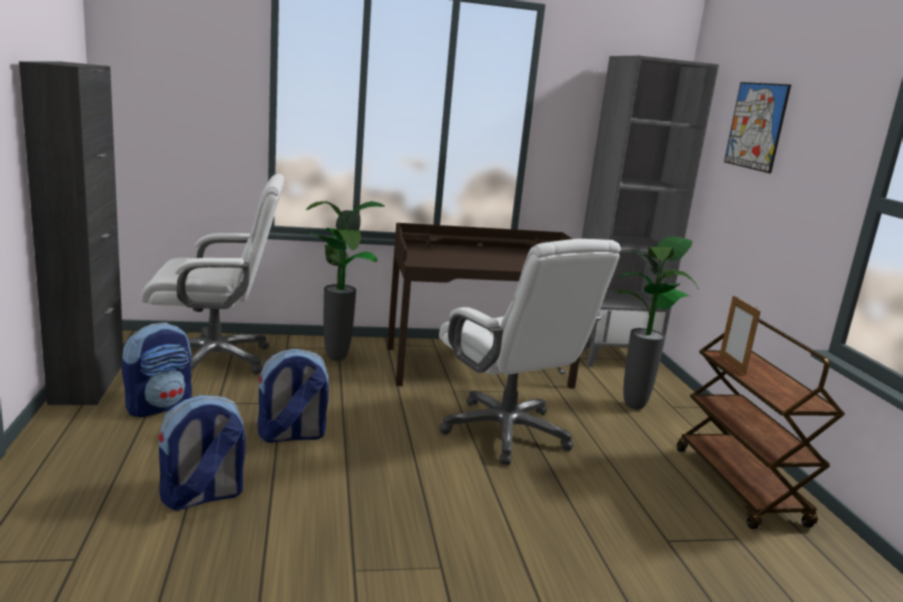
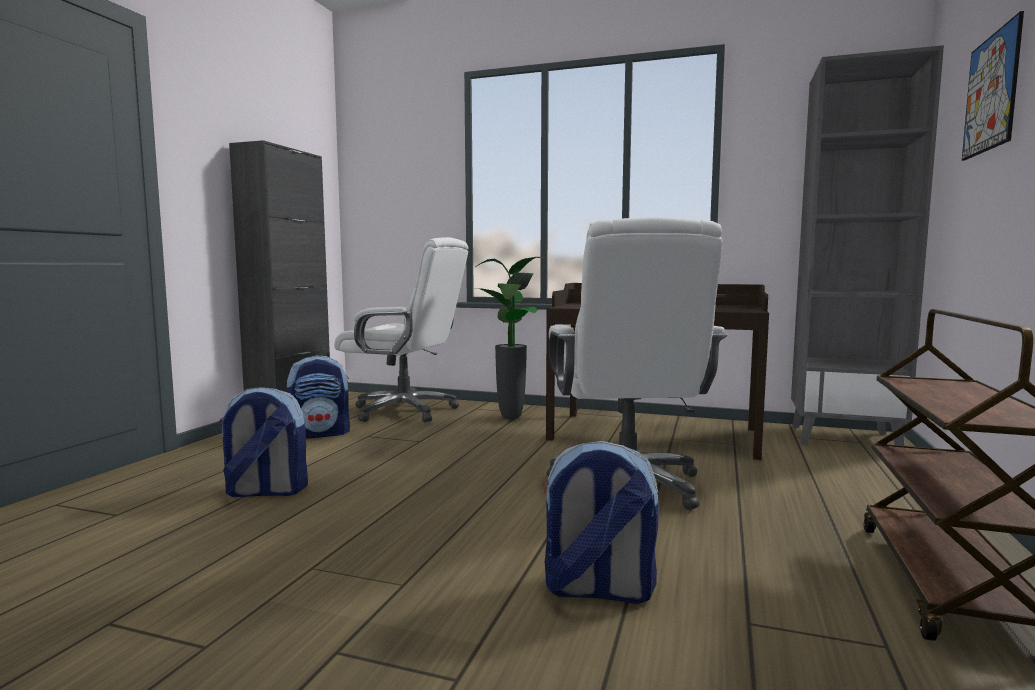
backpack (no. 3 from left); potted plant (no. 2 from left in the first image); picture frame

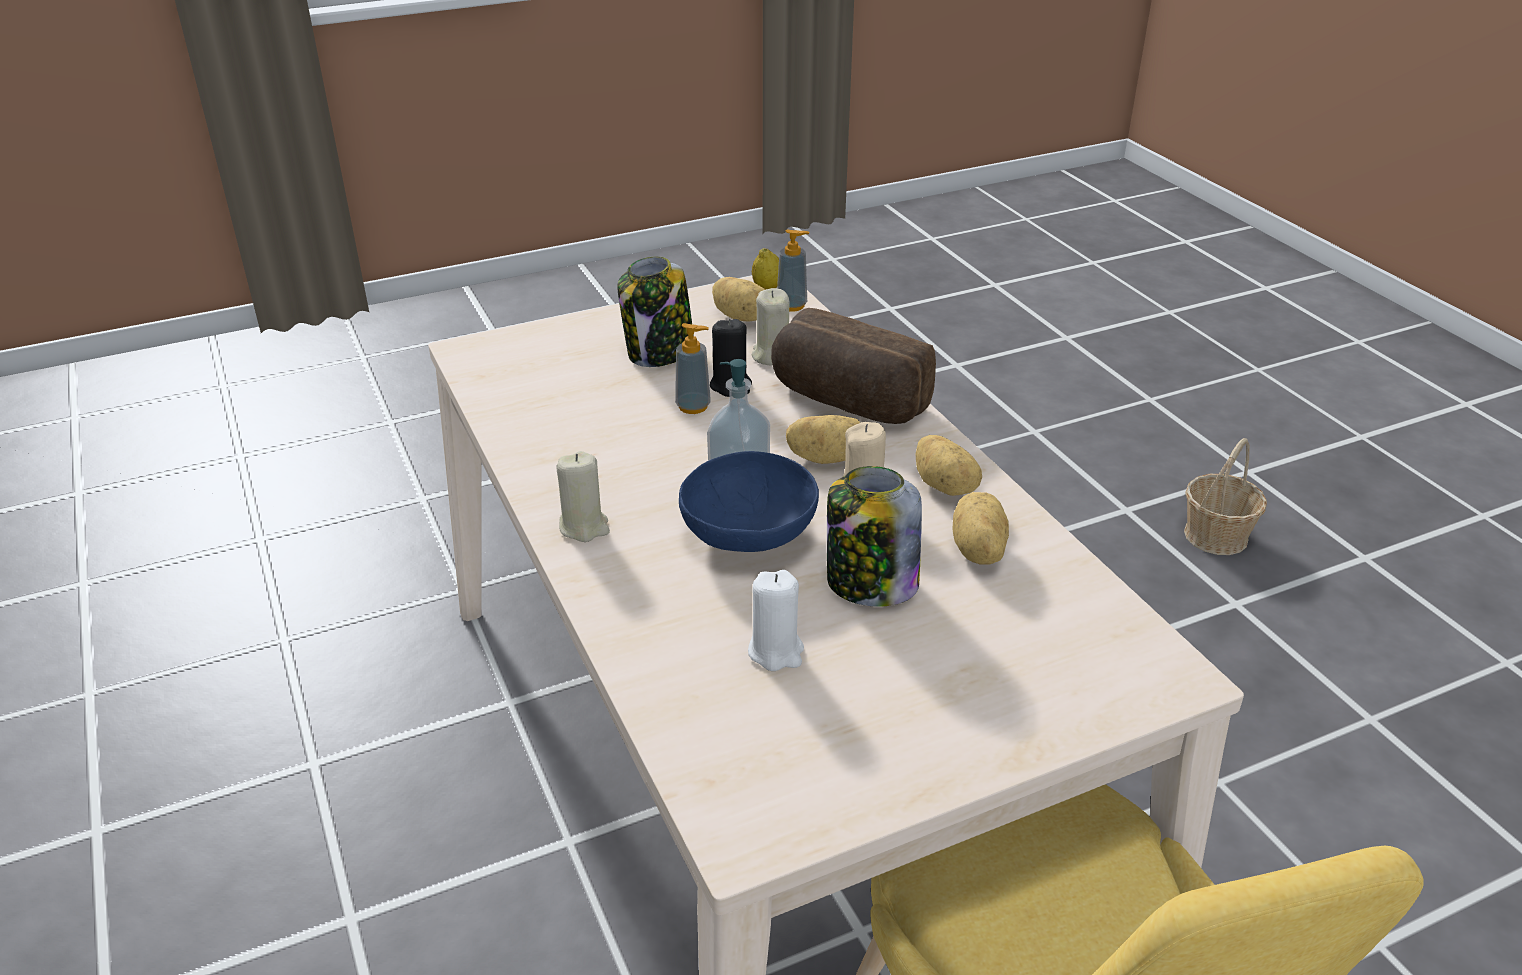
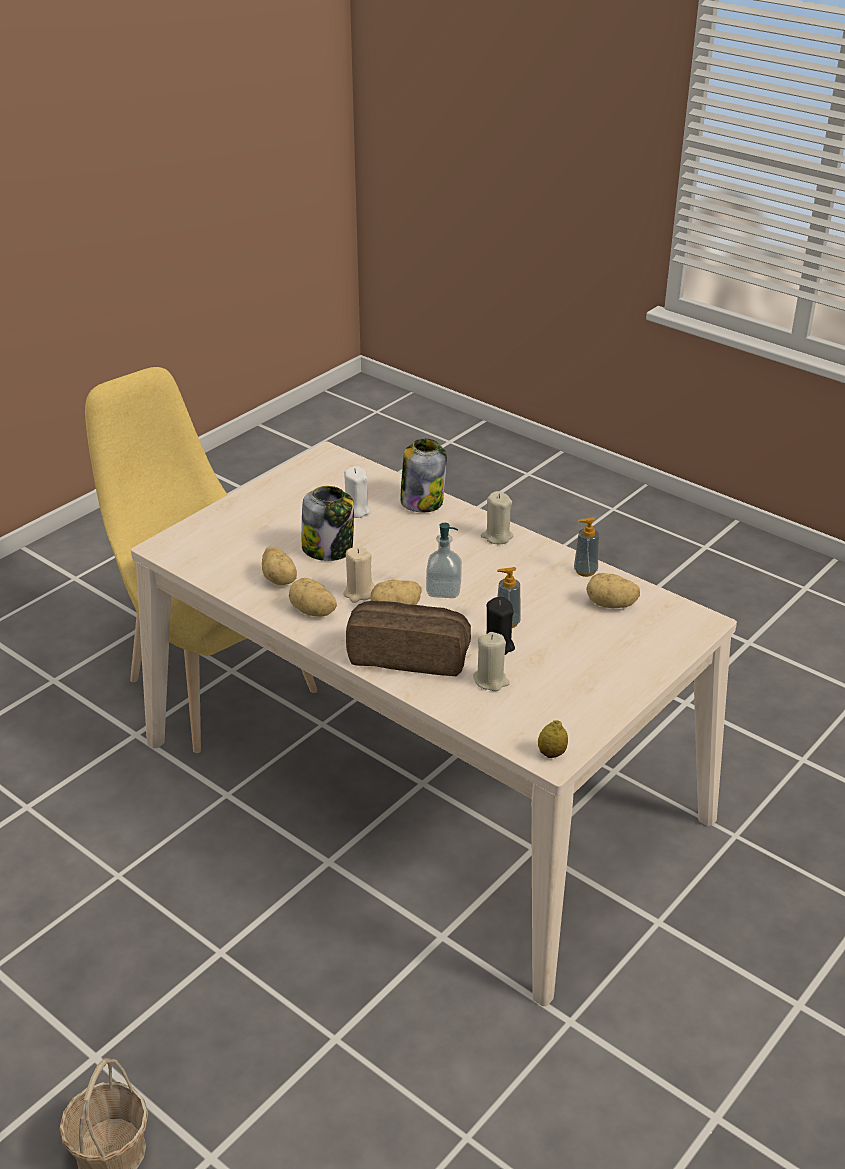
jar (no. 2 from left); soap dispenser (no. 3 from left); potato (no. 4 from left); blue bowl

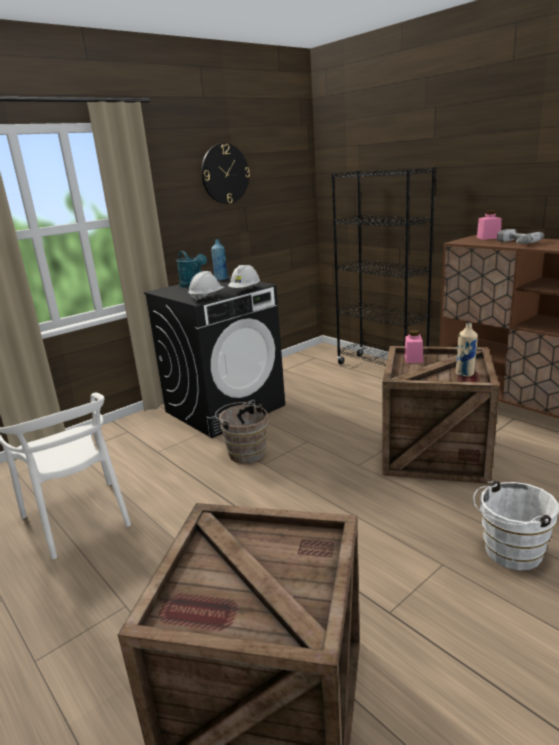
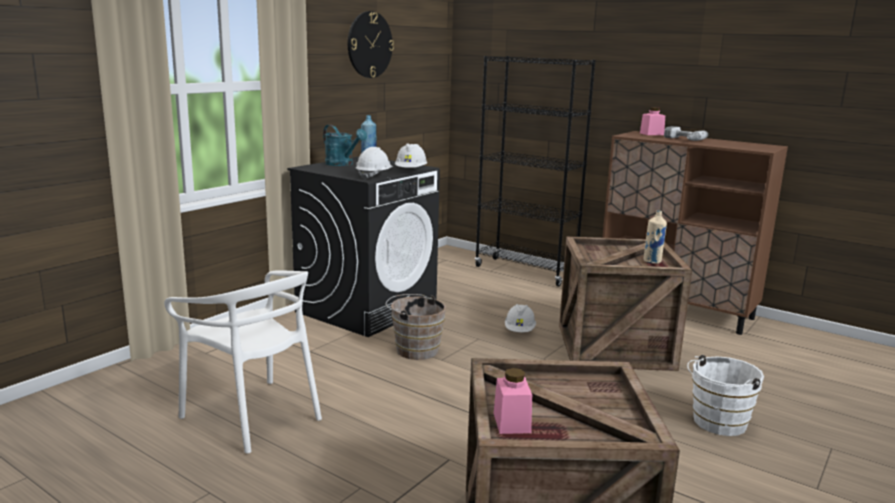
pink jar (no. 1 from left); white hard hat (no. 3 from left)

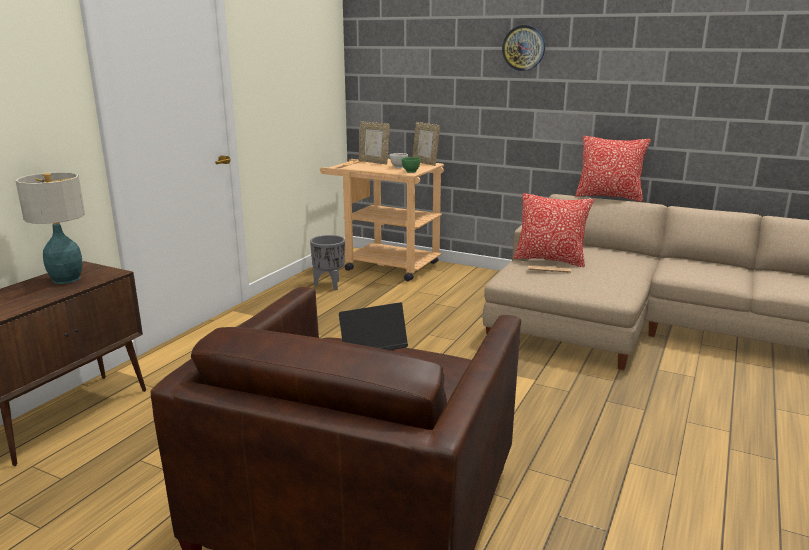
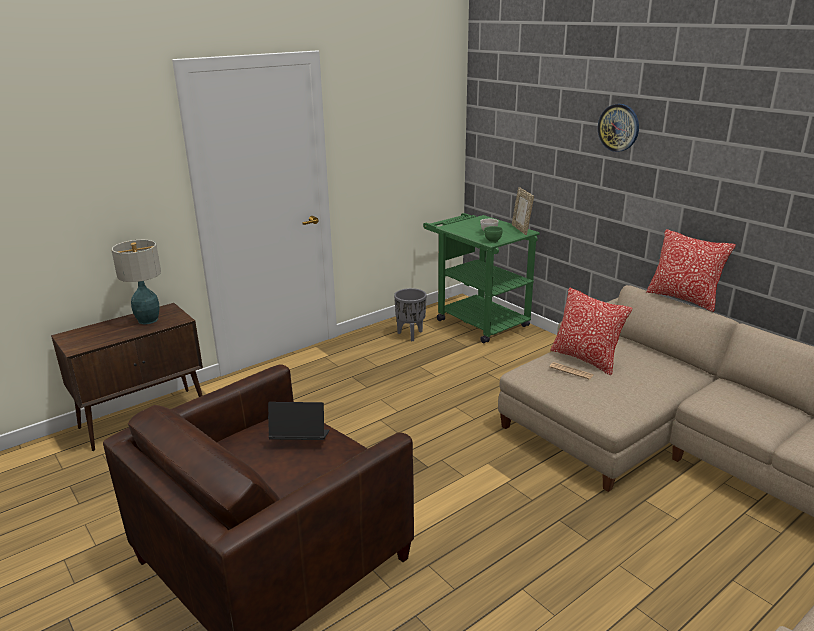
green cart; picture frame (no. 1 from left in the first image)

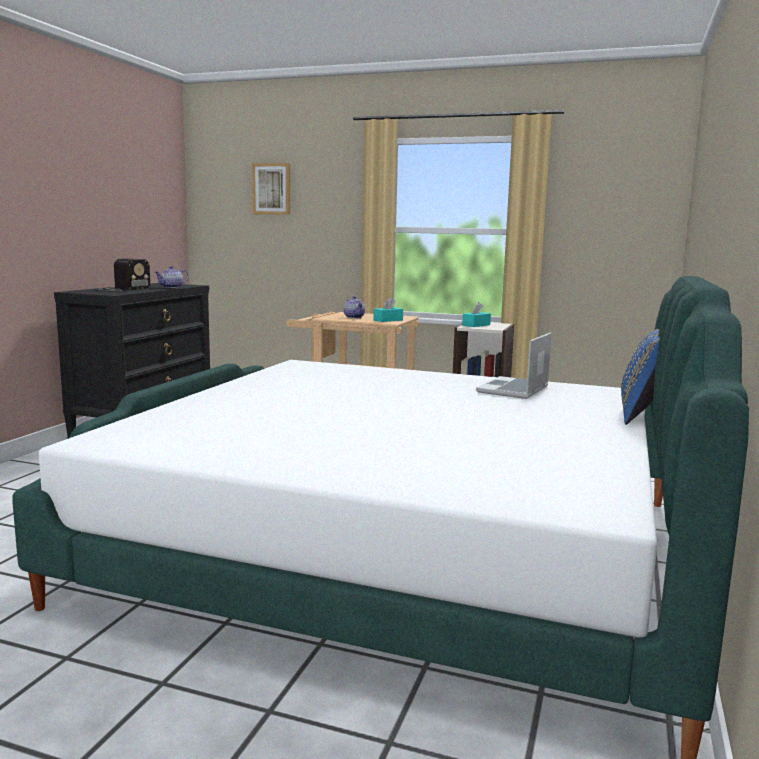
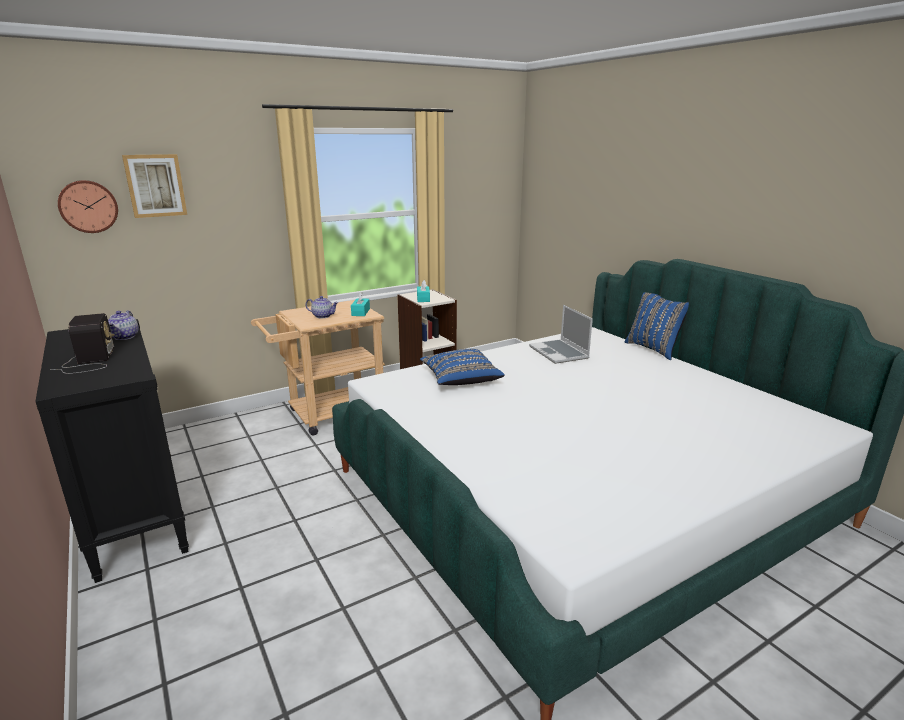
wall clock; blue pillow (no. 1 from left)

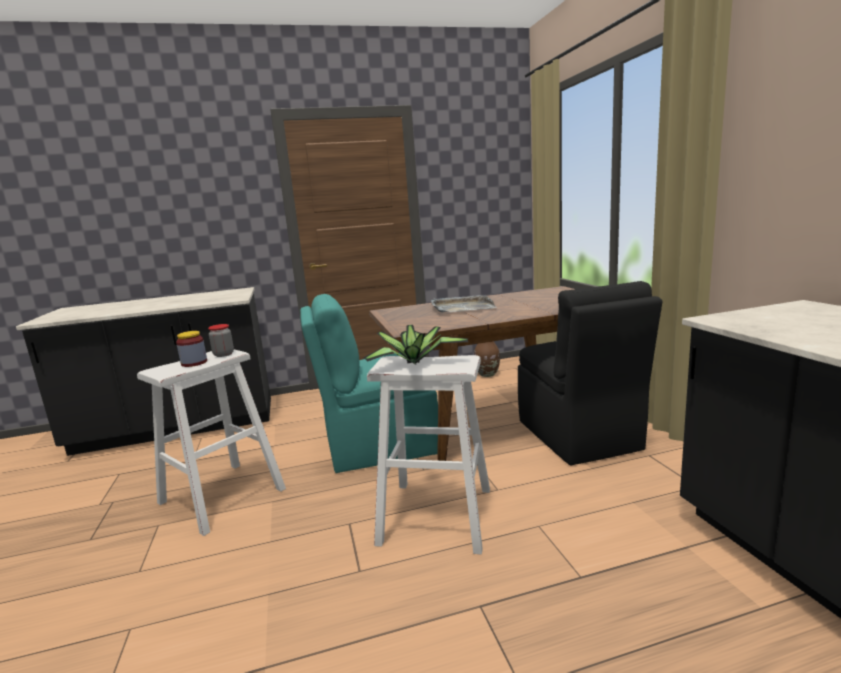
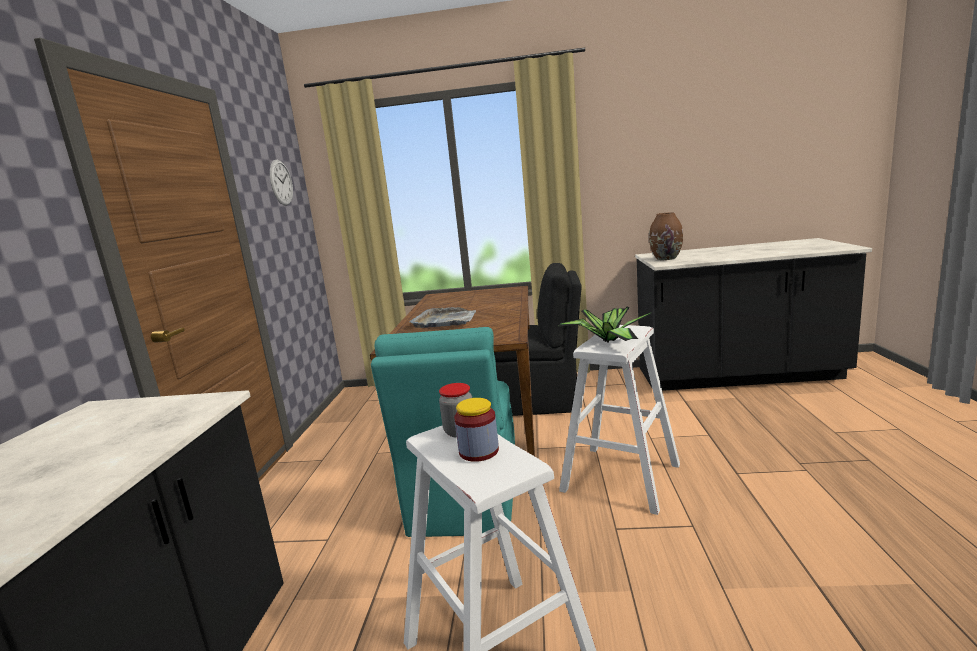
wall clock; brown vase

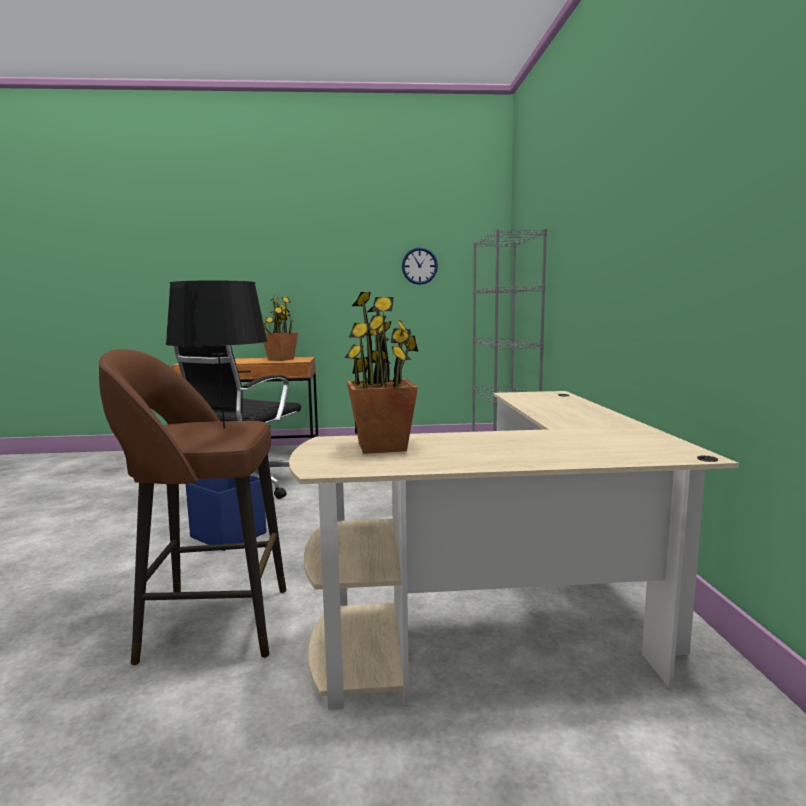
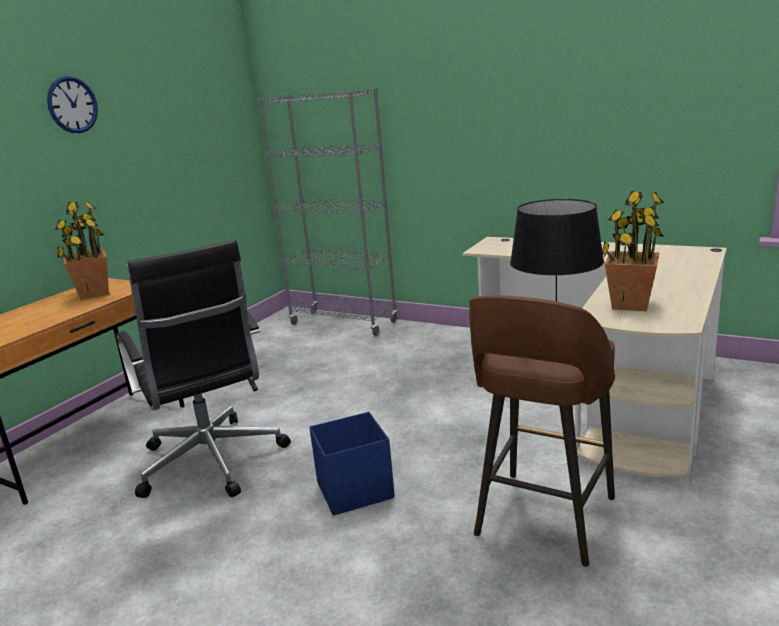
wall clock

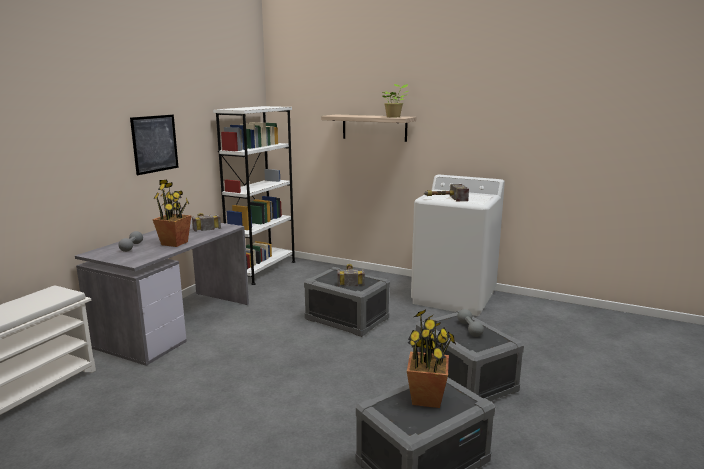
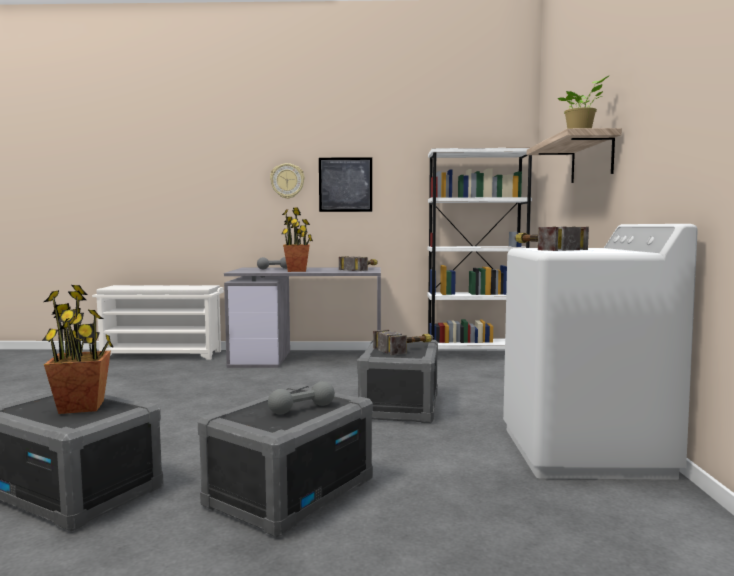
wall clock

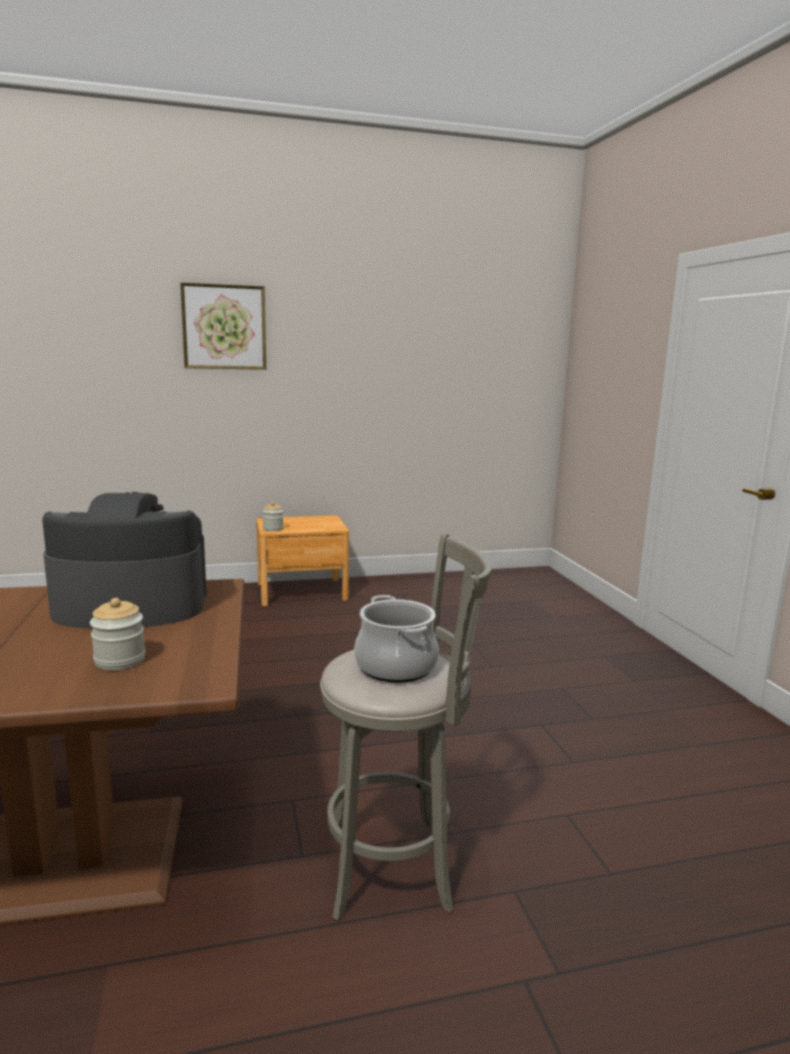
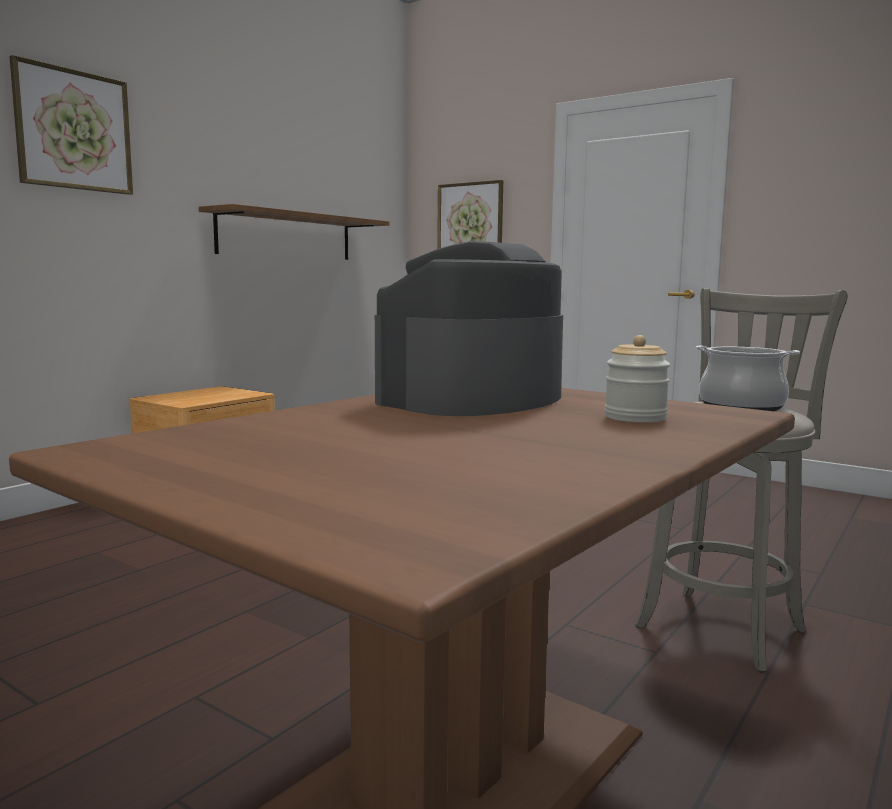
shelf; picture (no. 2 from left); jar (no. 2 from left in the first image)

